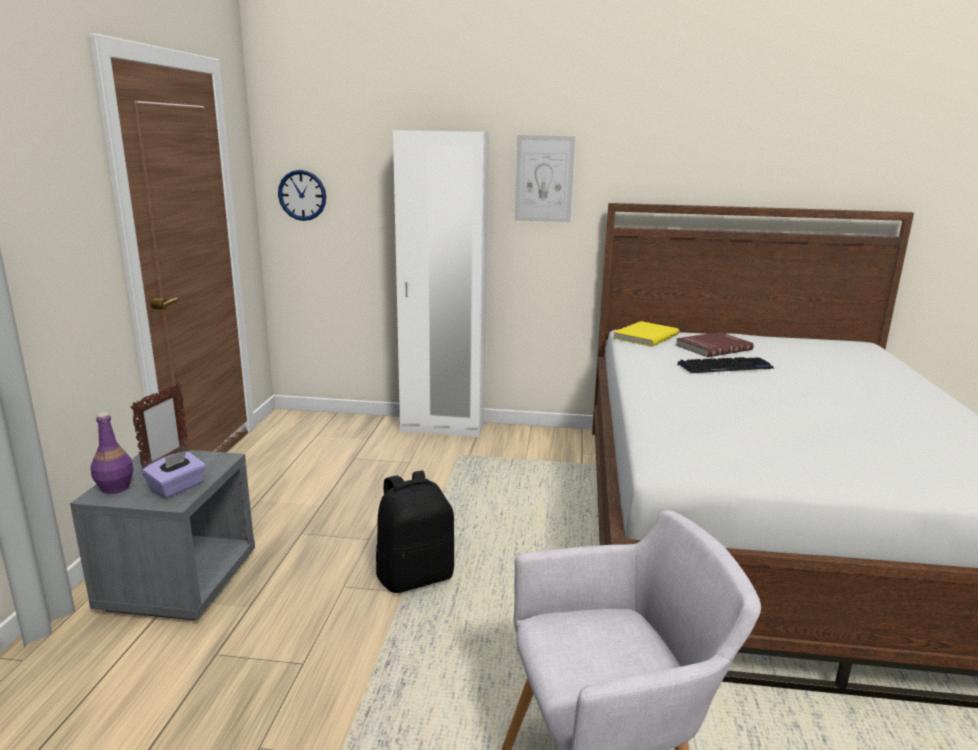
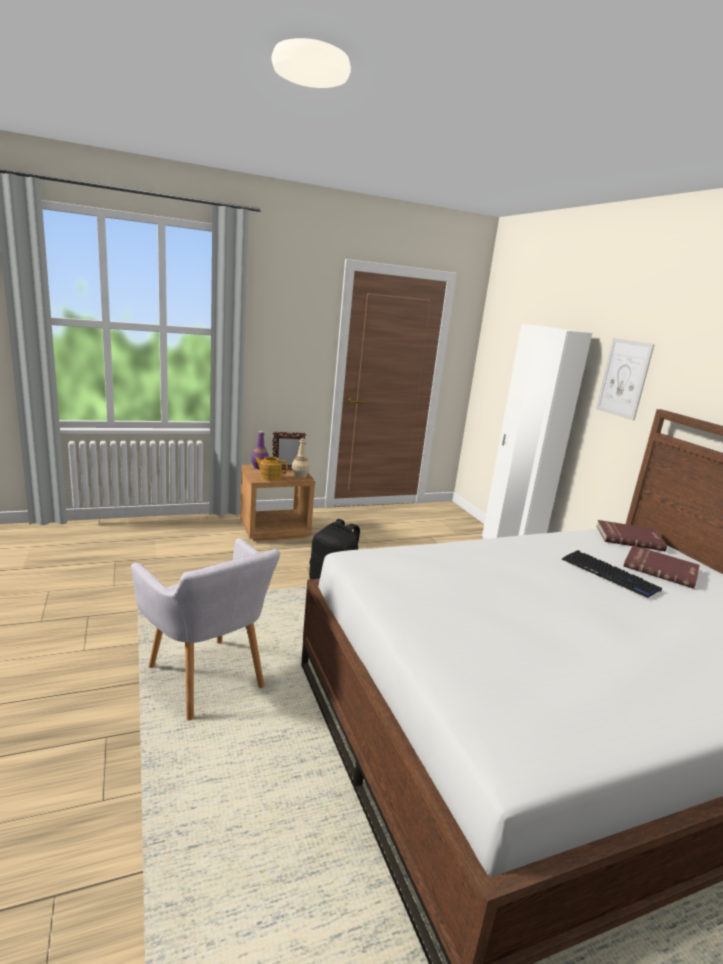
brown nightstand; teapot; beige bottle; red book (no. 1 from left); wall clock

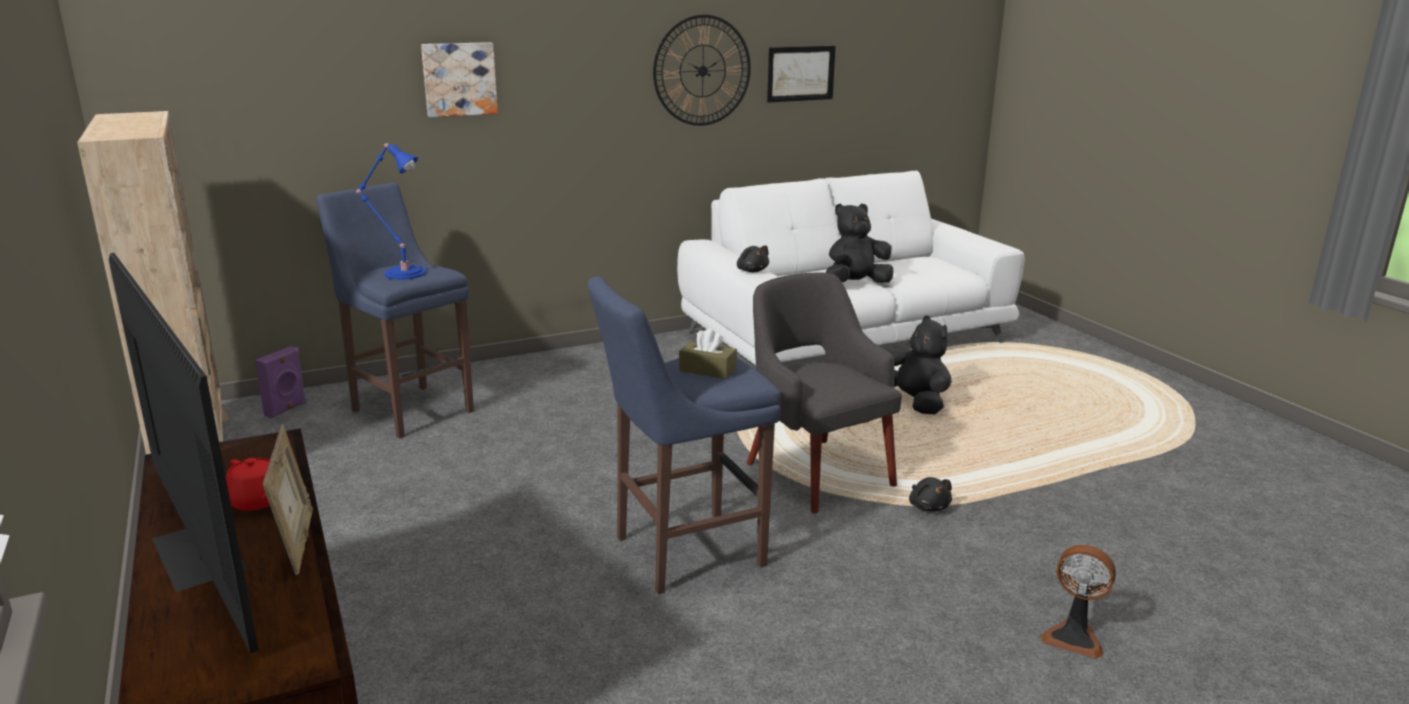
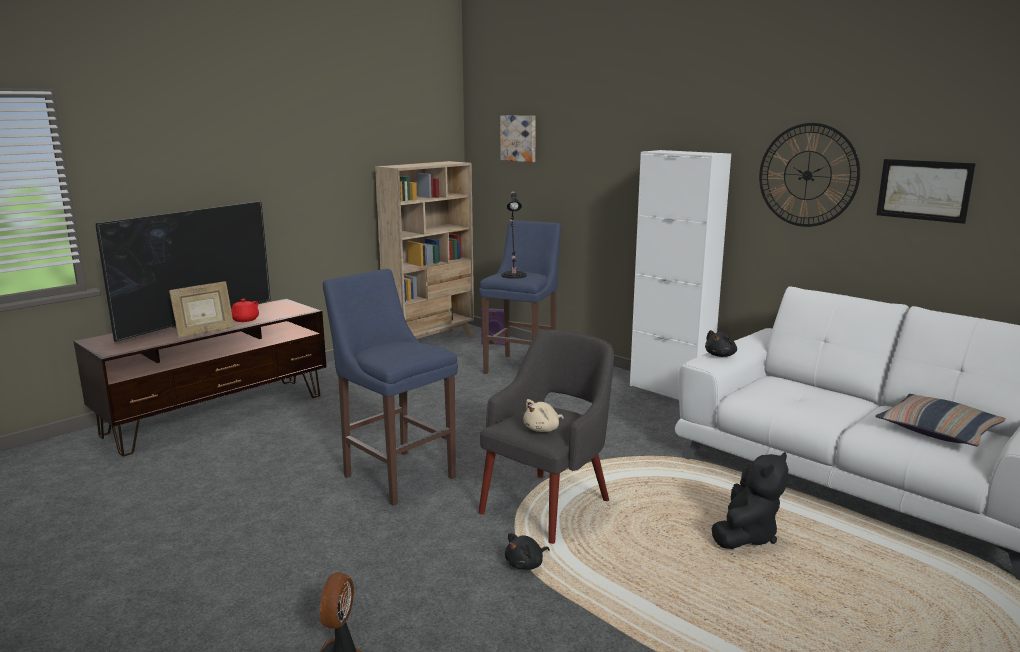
picture (no. 1 from left); black table lamp; beige plush toy; white cabinet; pillow; brown tissue box; black plush toy (no. 2 from left in the first image)

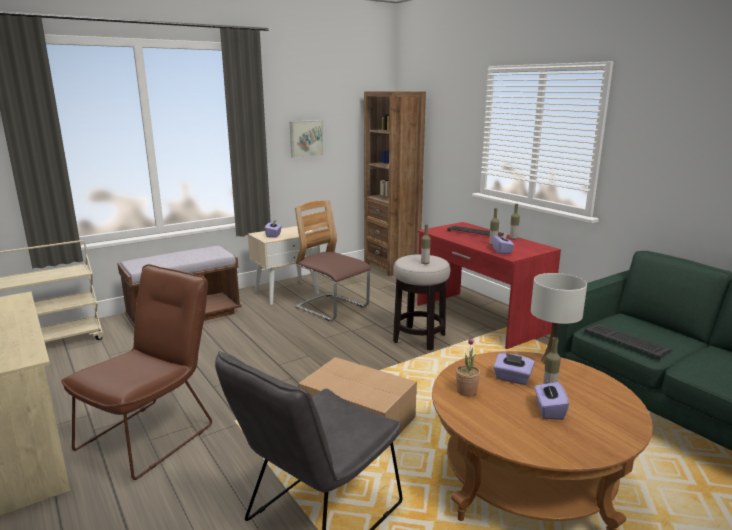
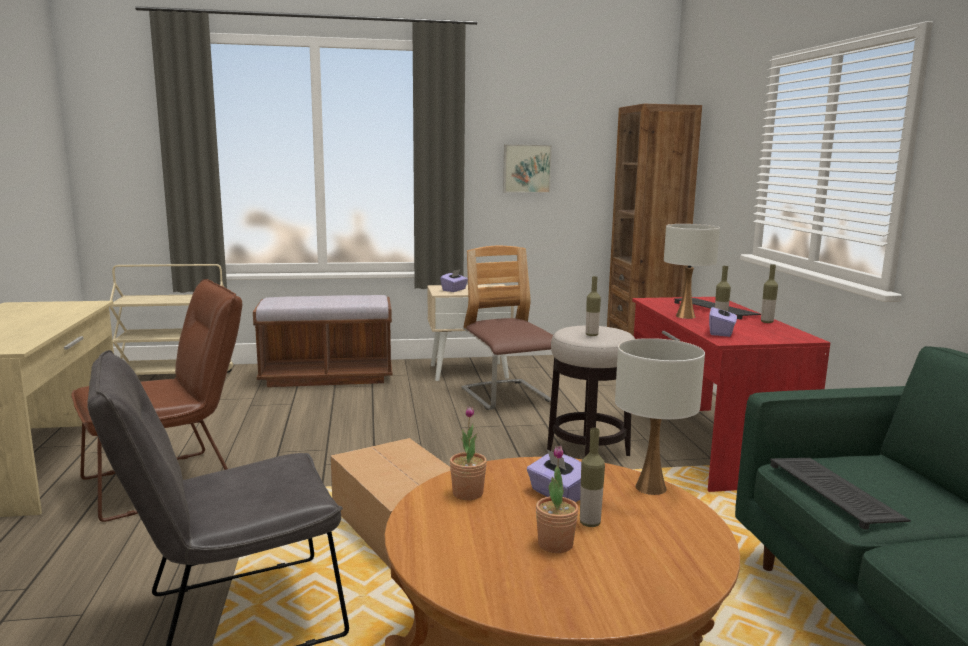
potted plant (no. 2 from left); white table lamp (no. 2 from left)

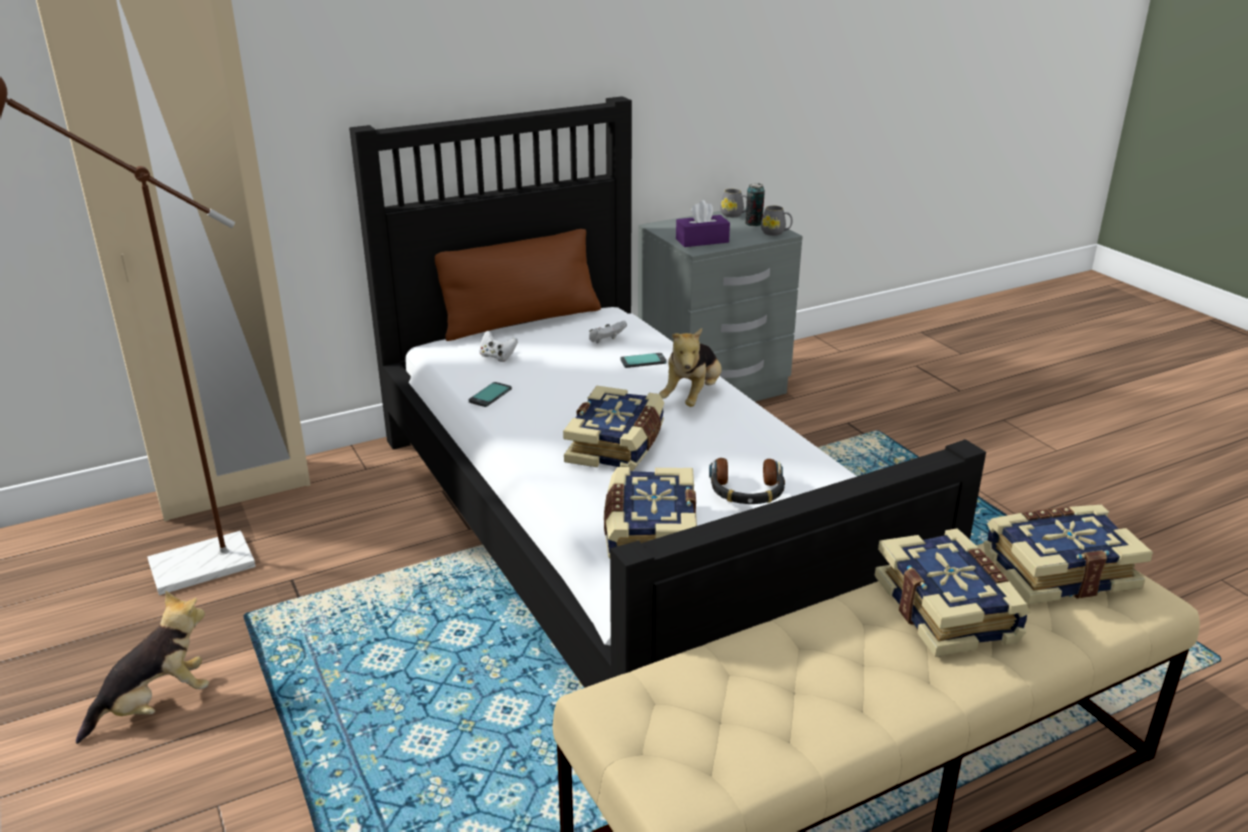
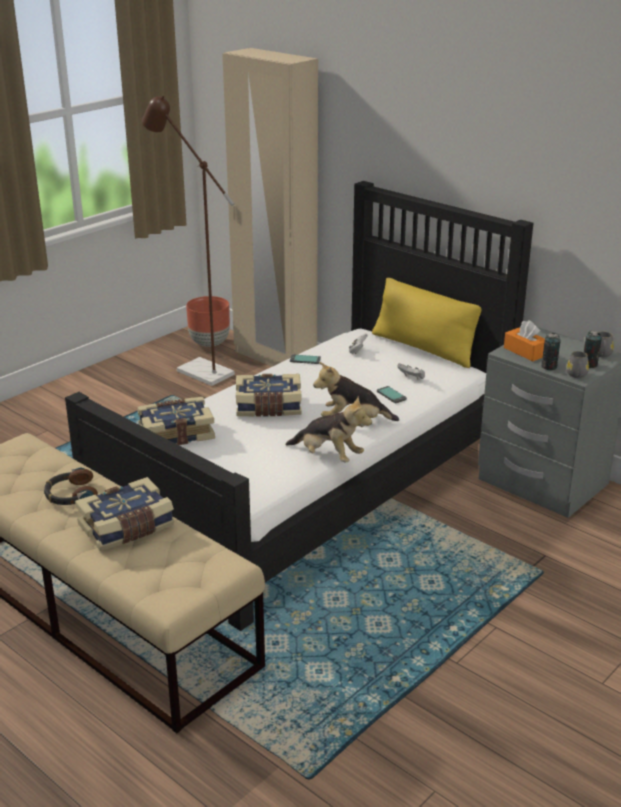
headphones; brown planter; plush toy (no. 1 from left); yellow pillow; orange tissue box; can (no. 1 from left); book (no. 4 from left in the first image)

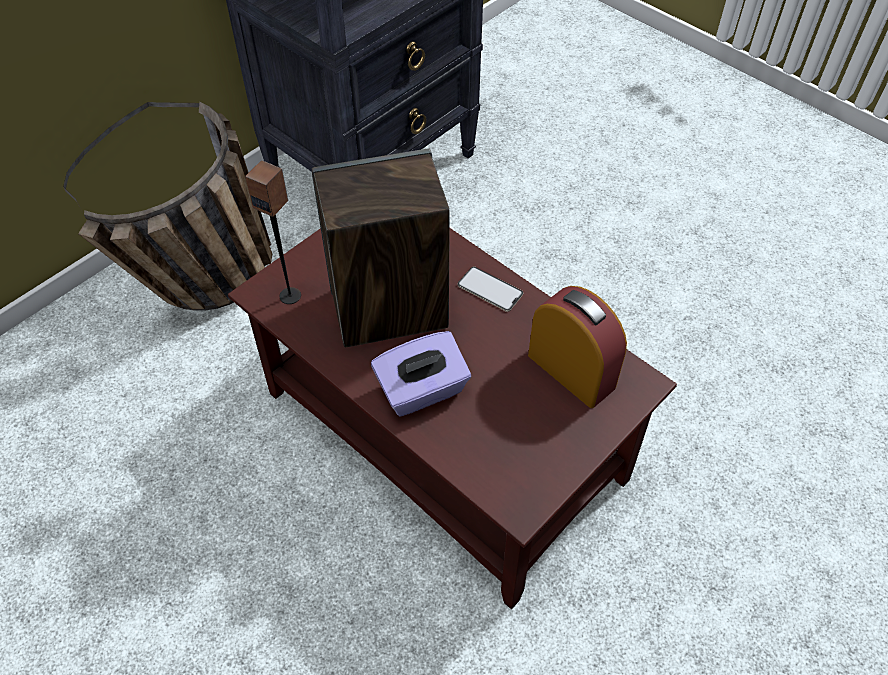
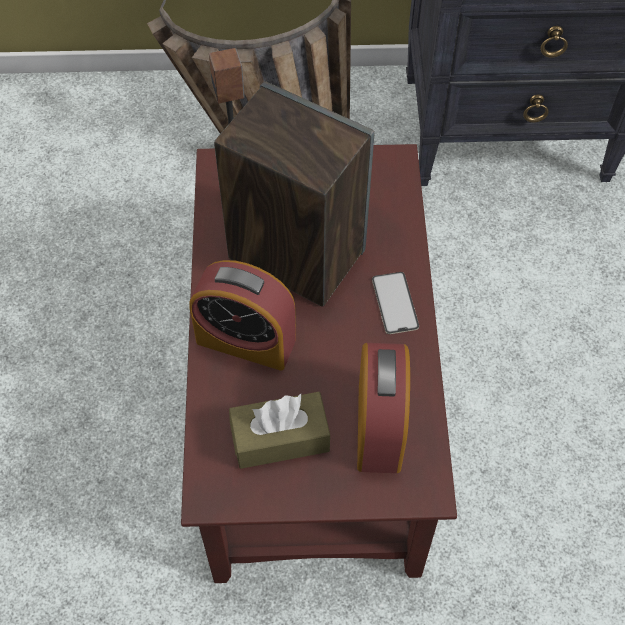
alarm clock (no. 1 from left); brown tissue box

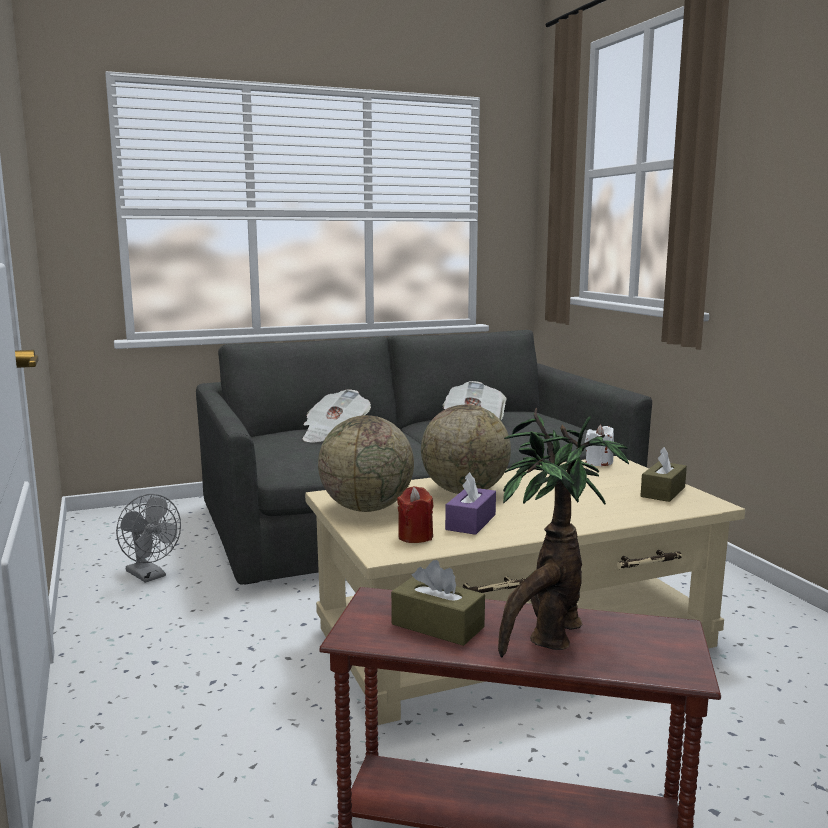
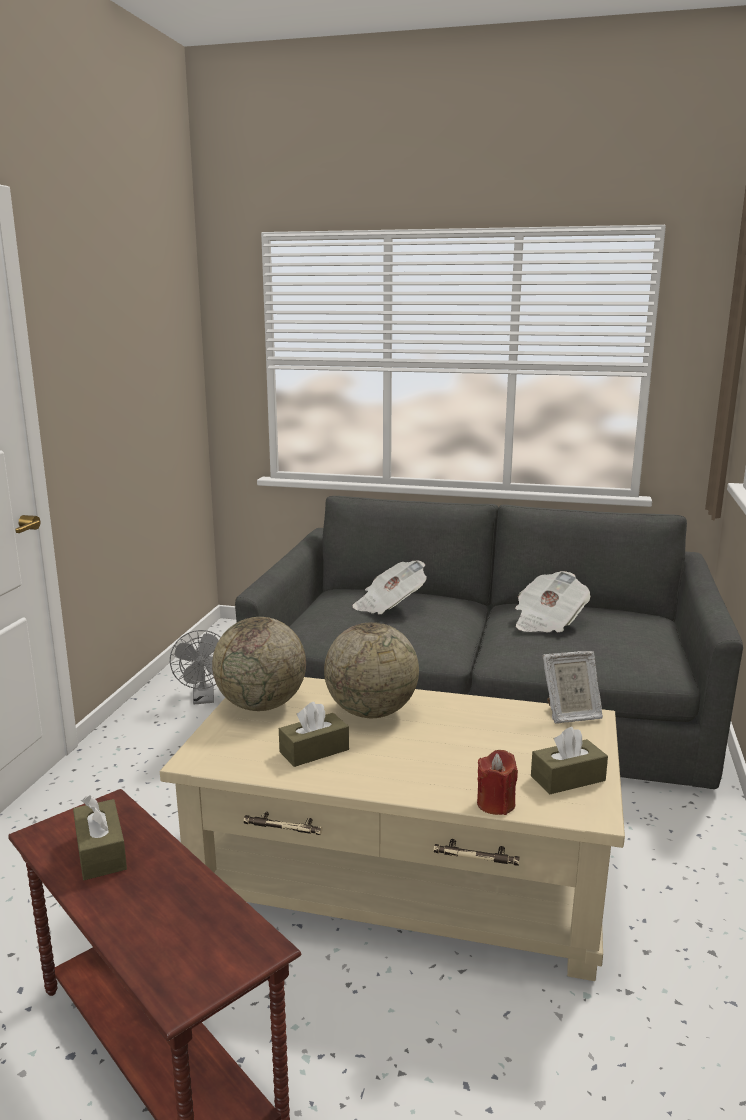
brown tissue box (no. 2 from left); red candle; picture frame; potted plant

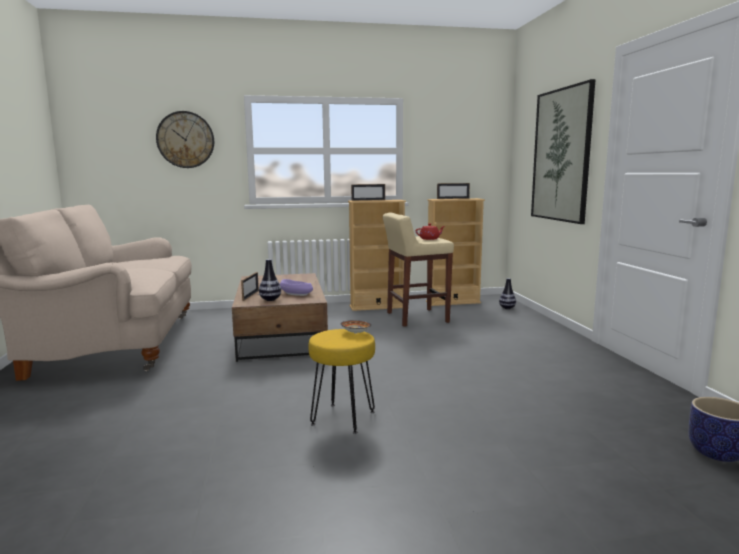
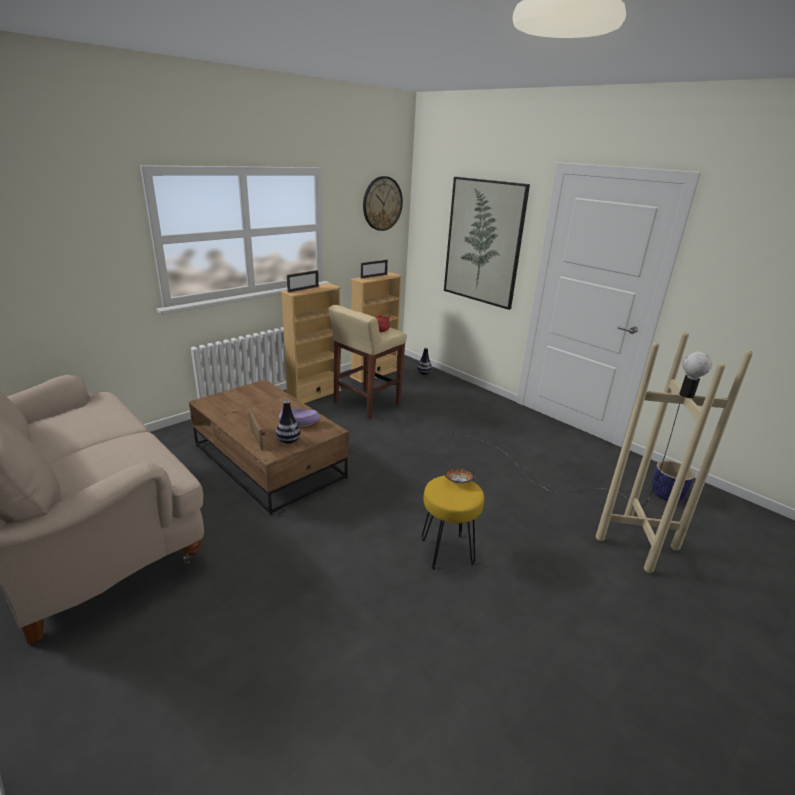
wall clock; beige floor lamp

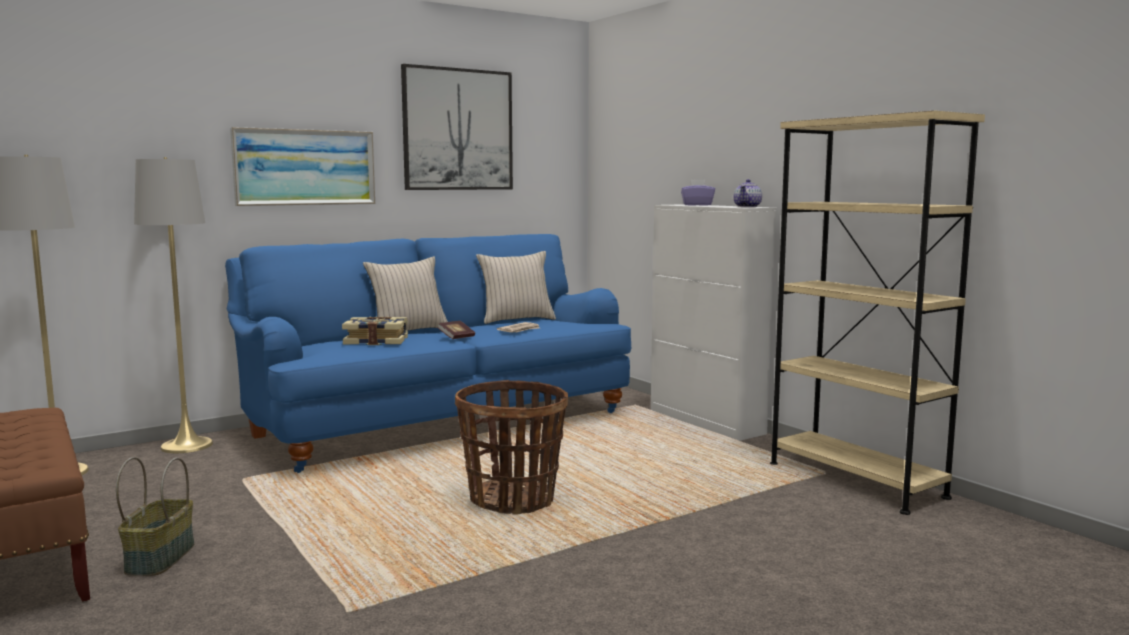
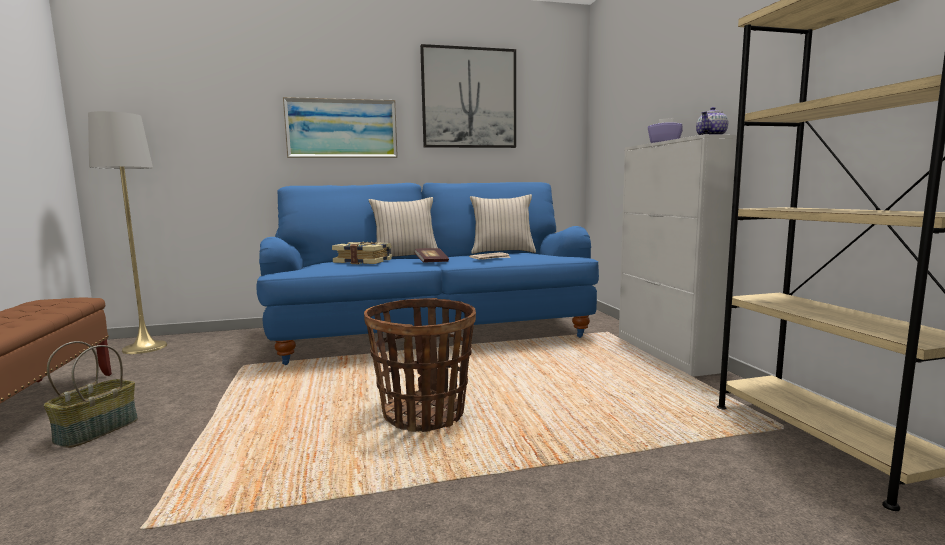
grey floor lamp (no. 2 from left in the first image)

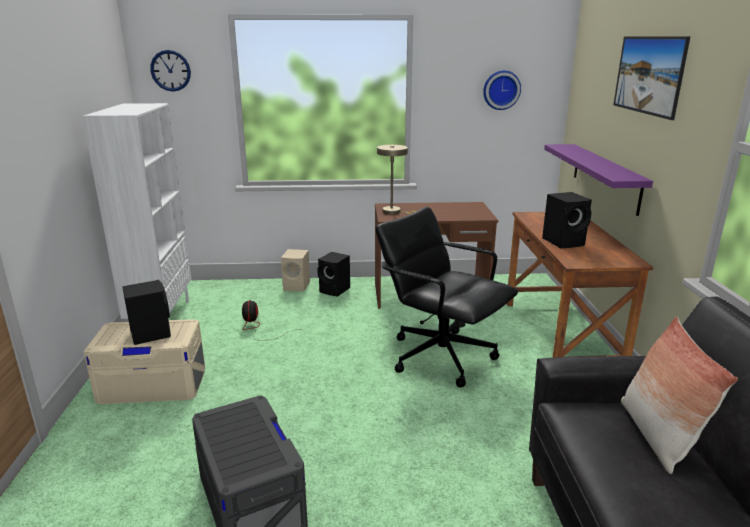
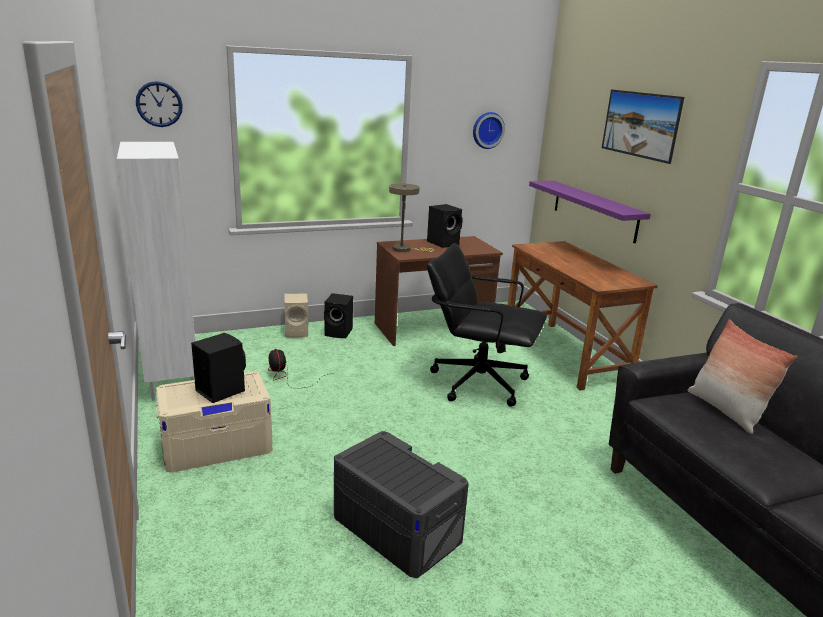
black speaker (no. 3 from left)

